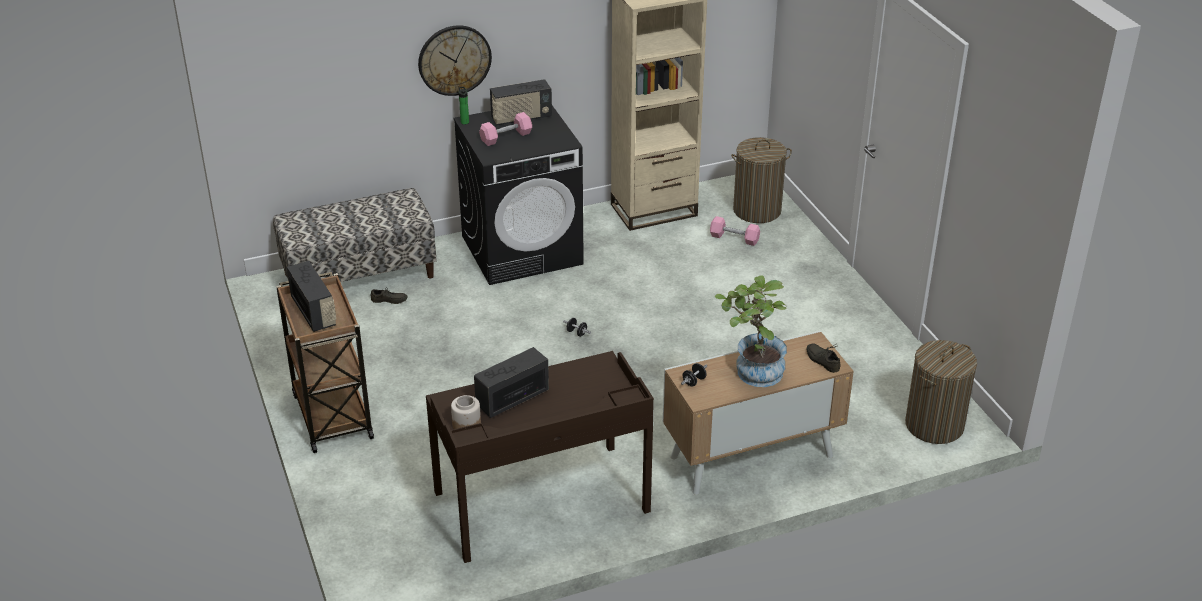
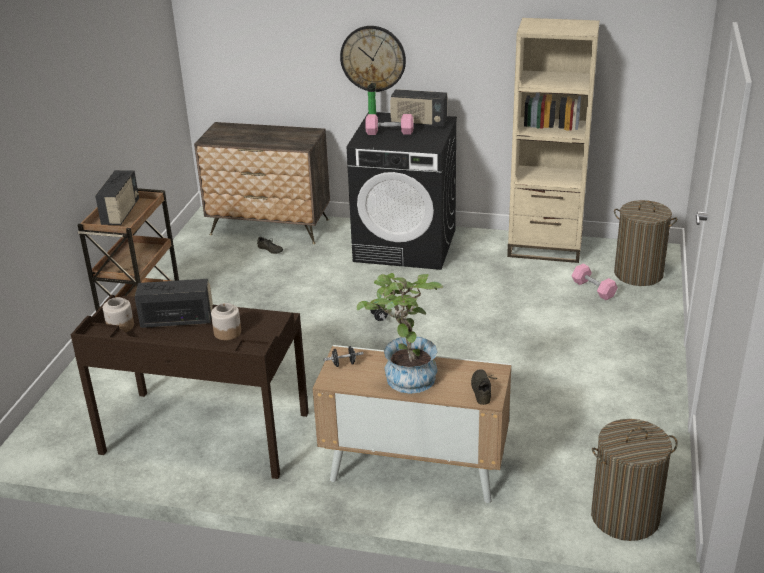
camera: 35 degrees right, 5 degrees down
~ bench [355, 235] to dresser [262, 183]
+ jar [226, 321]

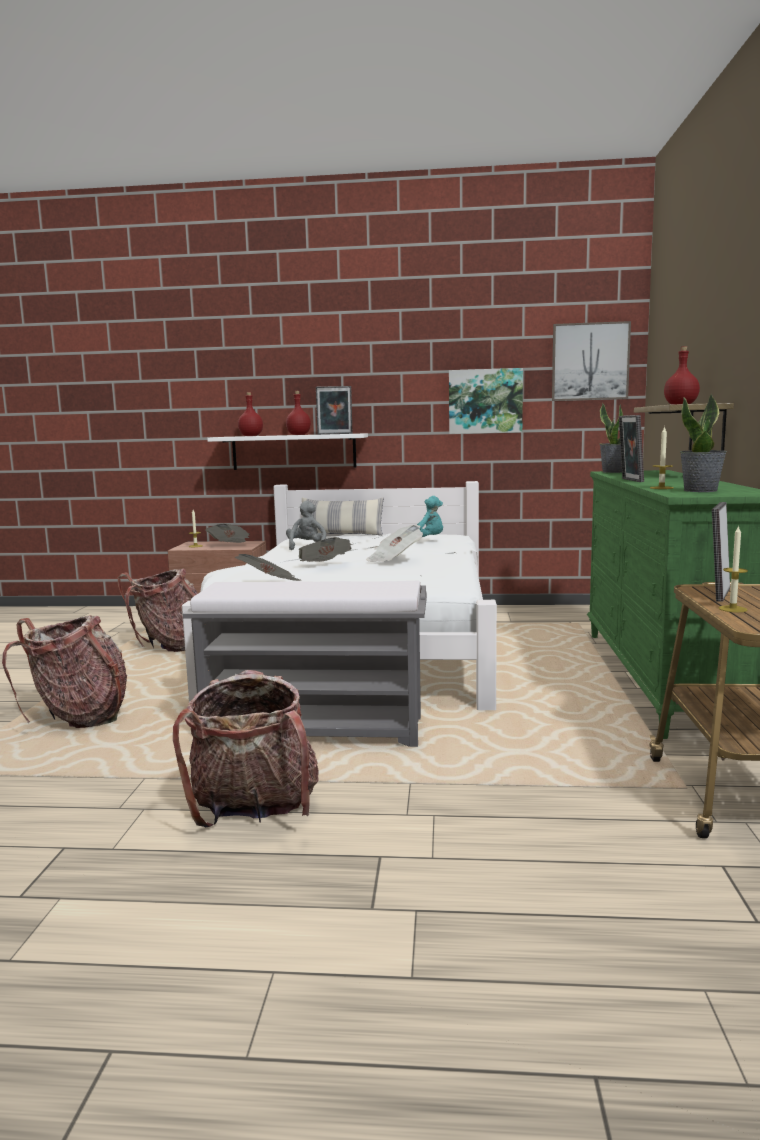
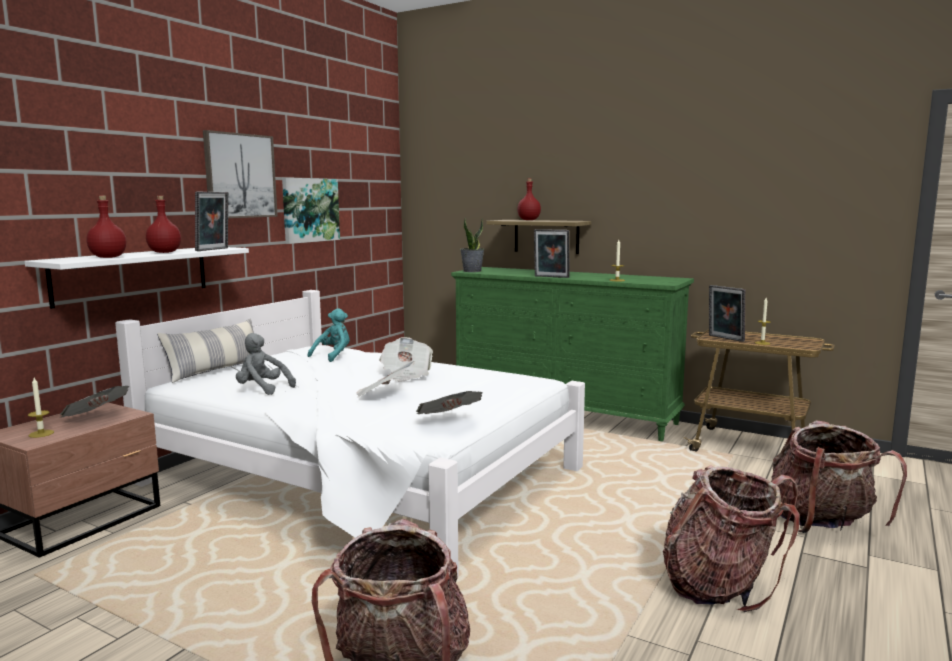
camera: 65 degrees left, 0 degrees up
~ backpack [158, 610] to [839, 477]
- grey bench [305, 664]
~ picture [591, 361] to [240, 174]
- potted plant [703, 442]

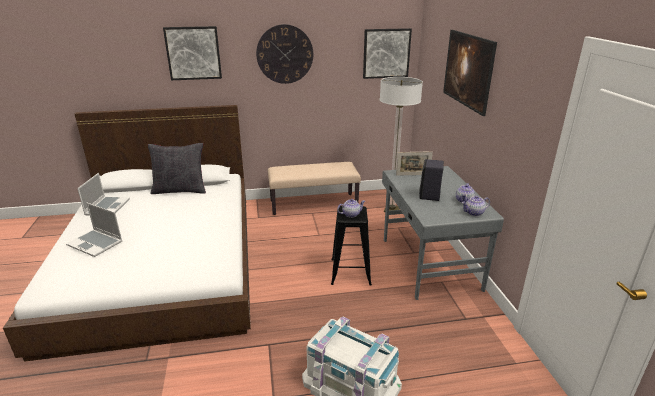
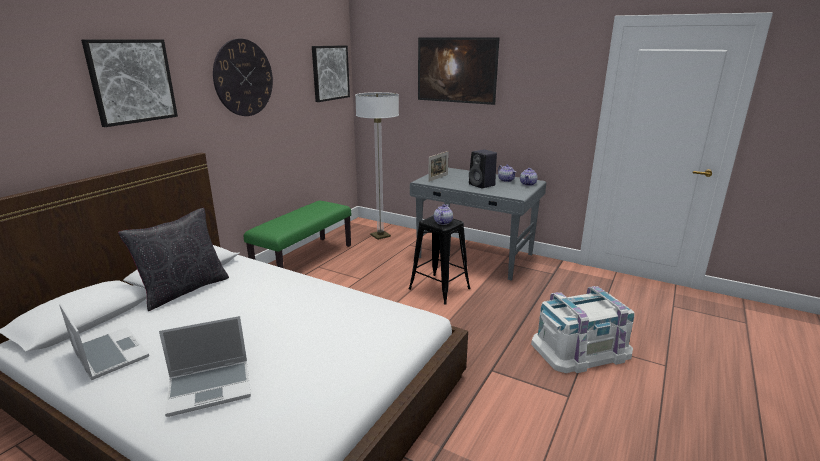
camera: 50 degrees left, 5 degrees down
~ beige bench [314, 188] to green bench [297, 234]

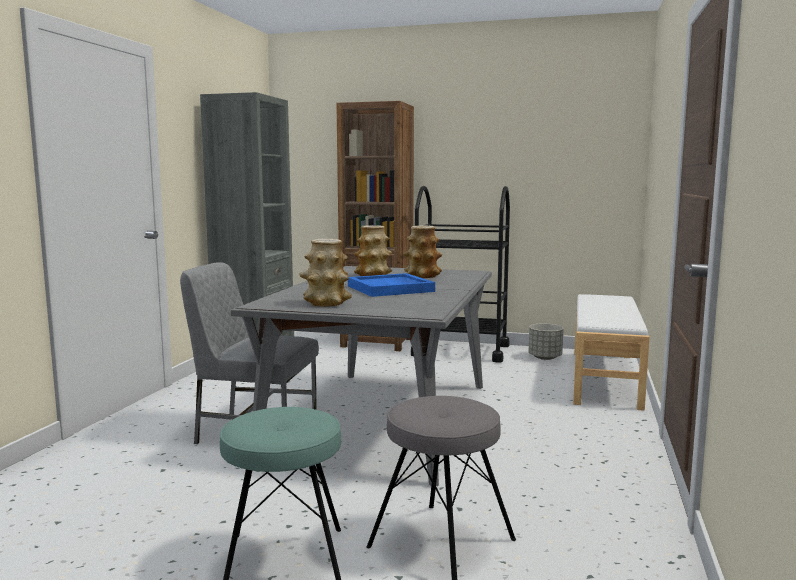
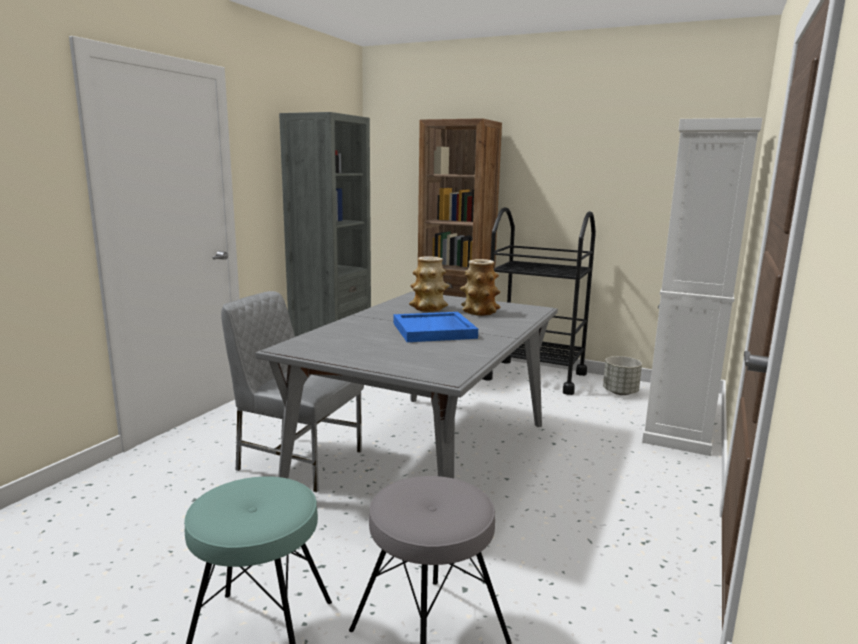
camera: 10 degrees right, 5 degrees up
- vase [325, 273]
~ white bench [611, 352] to white cabinet [702, 287]

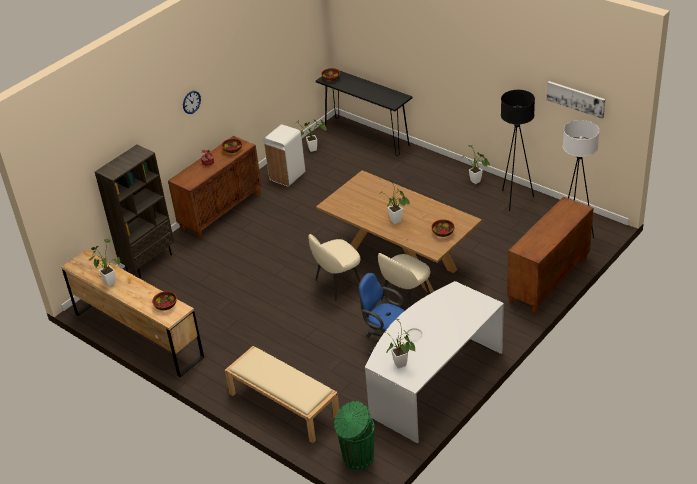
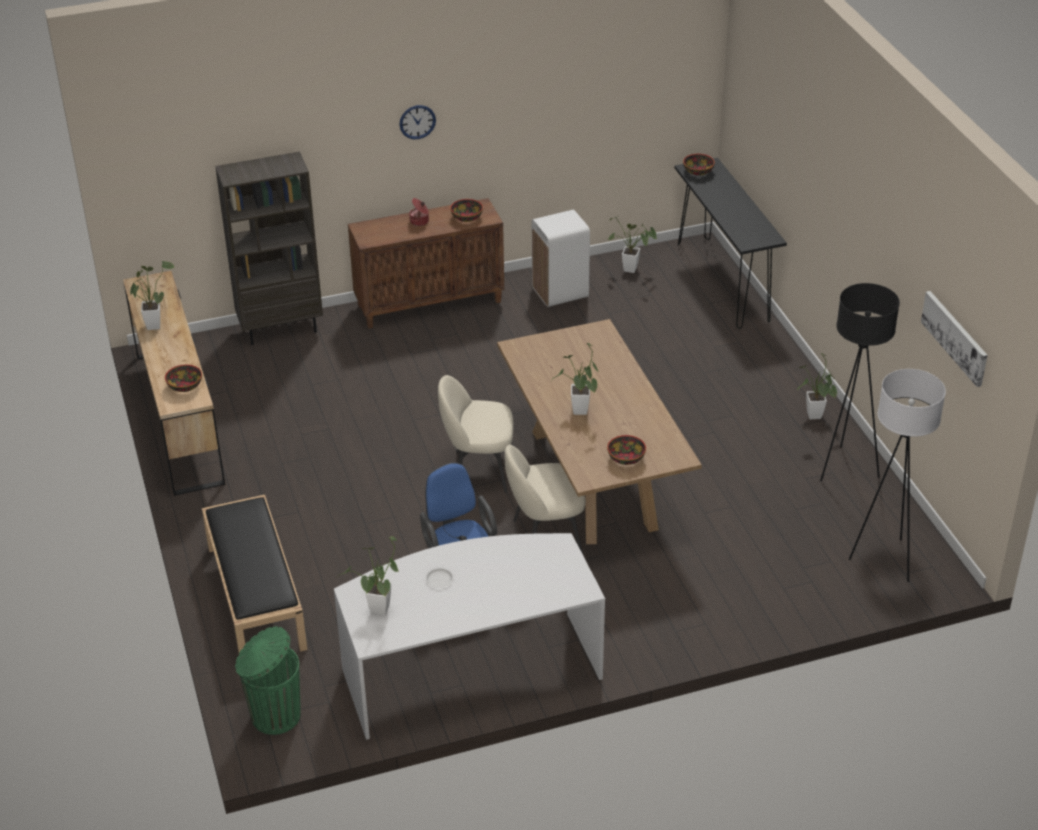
camera: 30 degrees right, 0 degrees up
~ beige bench [282, 394] to black bench [254, 574]
- brown cabinet [550, 256]

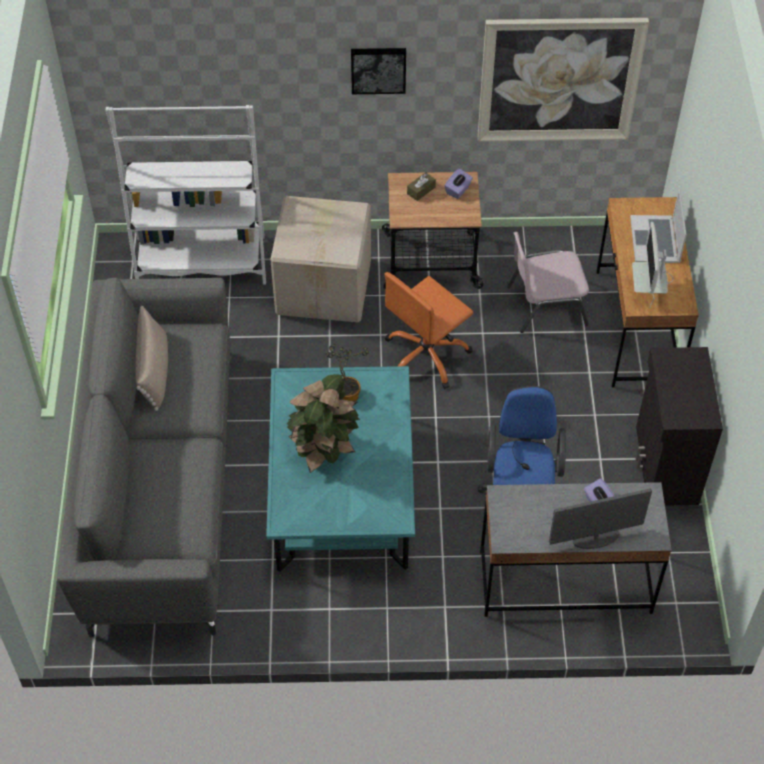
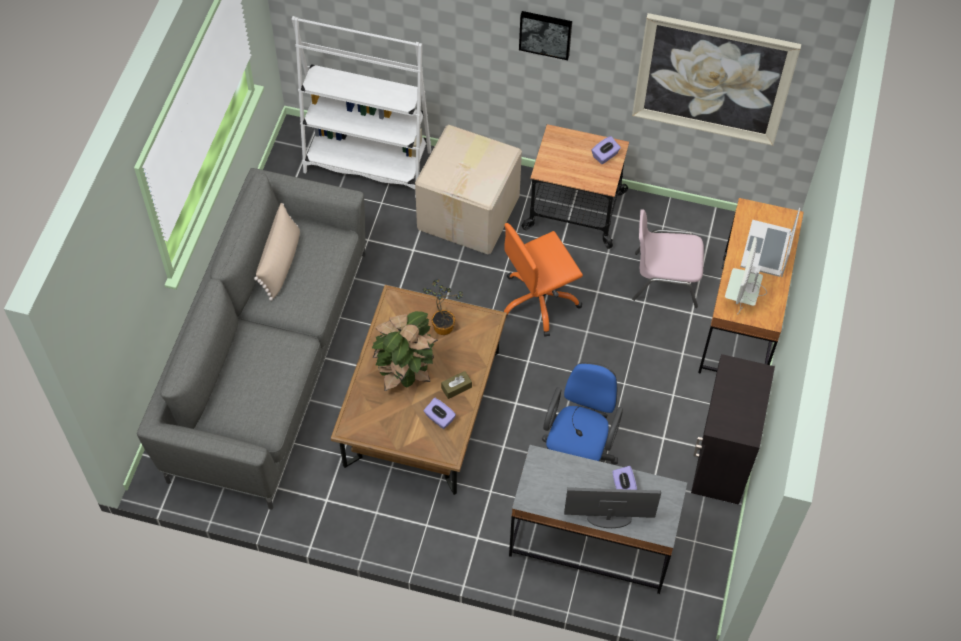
camera: 15 degrees right, 5 degrees up
~ turquoise coffee table [340, 469] to brown coffee table [419, 390]
~ brown tissue box [421, 186] to [456, 385]
+ purple tissue box [440, 413]

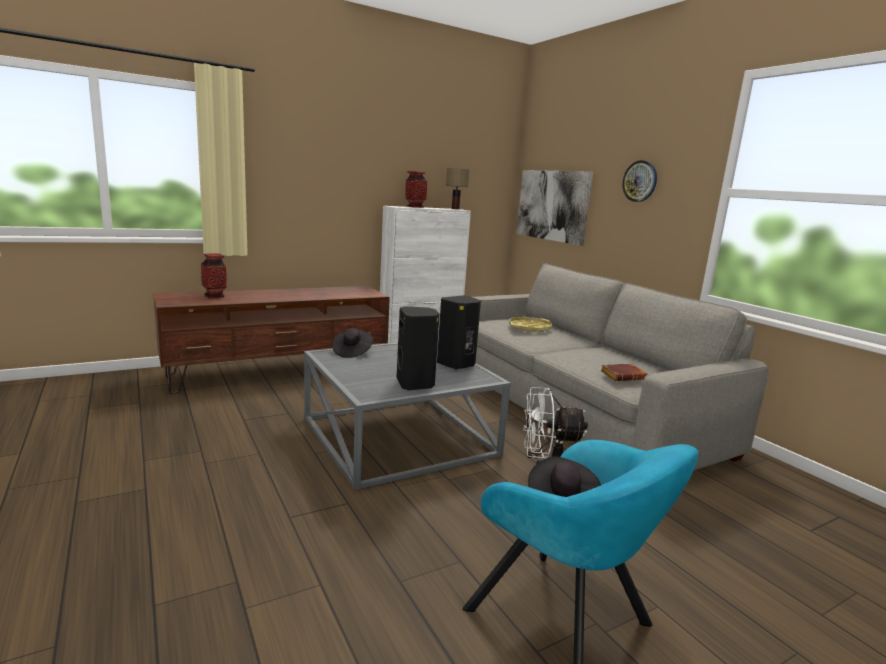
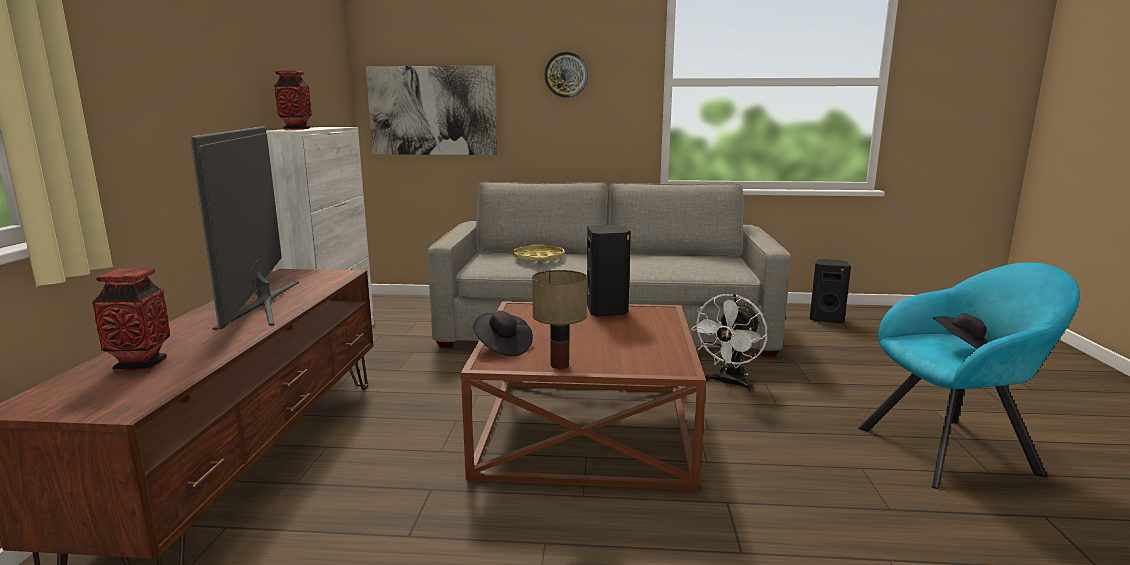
camera: 55 degrees left, 0 degrees up
~ grey coffee table [407, 416] to brown coffee table [583, 395]
~ black speaker [418, 348] to [830, 291]
~ table lamp [458, 188] to [559, 319]
- brown book [624, 372]
+ television [244, 228]

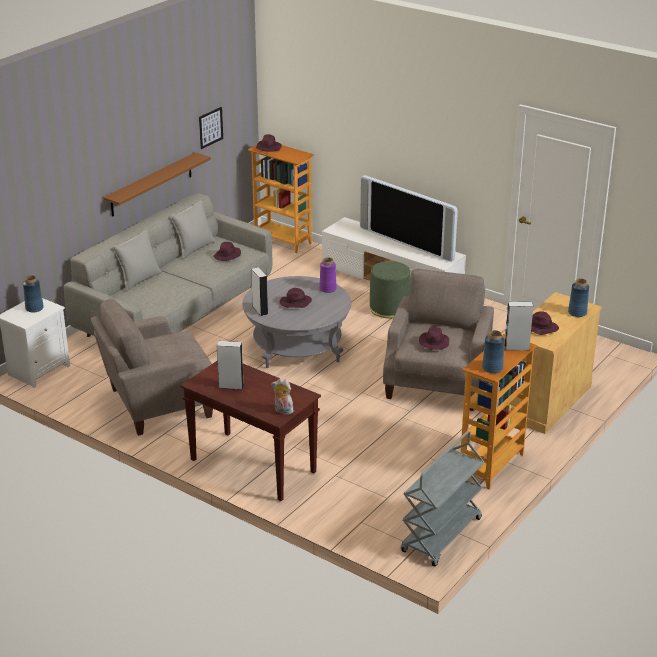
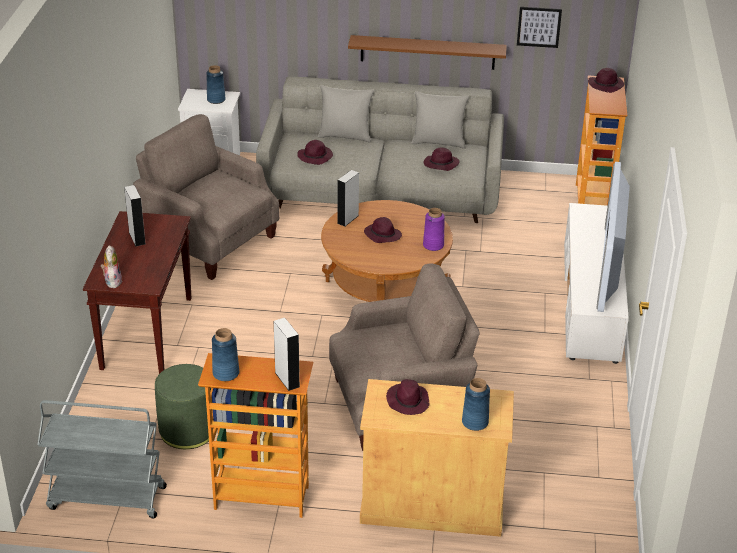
camera: 60 degrees right, 5 degrees up
~ grey coffee table [296, 322] to brown coffee table [387, 251]
~ green ottoman [390, 289] to [183, 406]
~ purple hat [434, 338] to [315, 152]

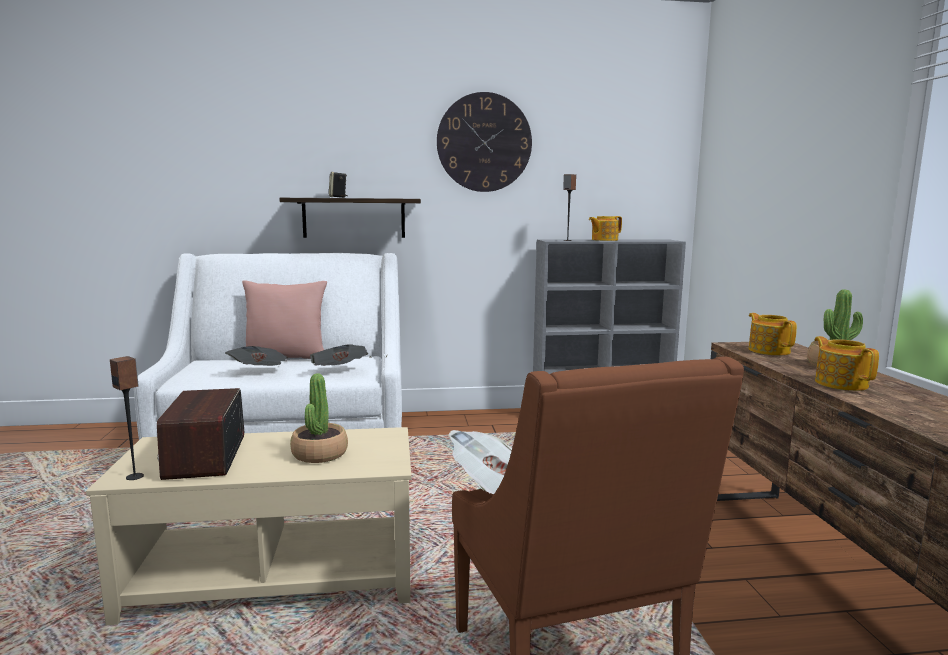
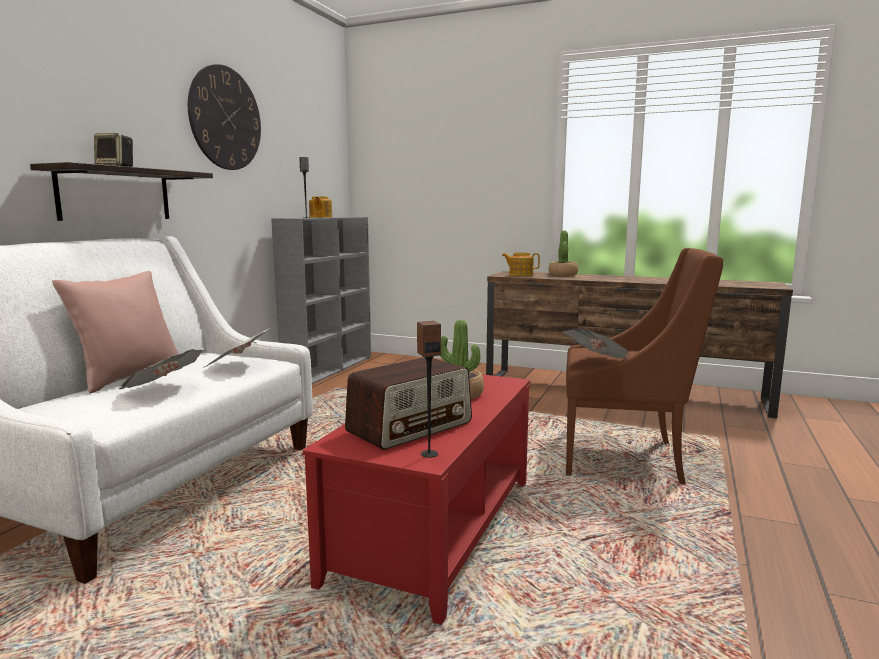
camera: 60 degrees left, 0 degrees up
~ beige coffee table [248, 526] to red coffee table [416, 499]
~ radio [200, 434] = [408, 403] 60 degrees counterclockwise
- teapot [846, 363]

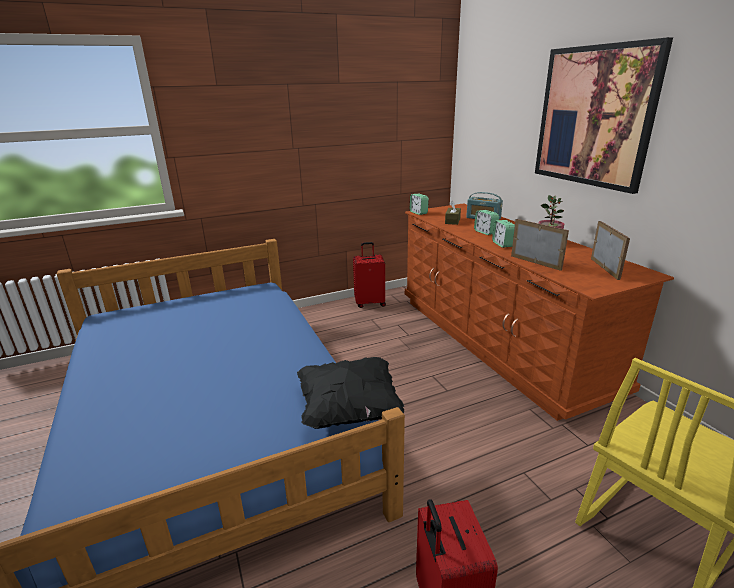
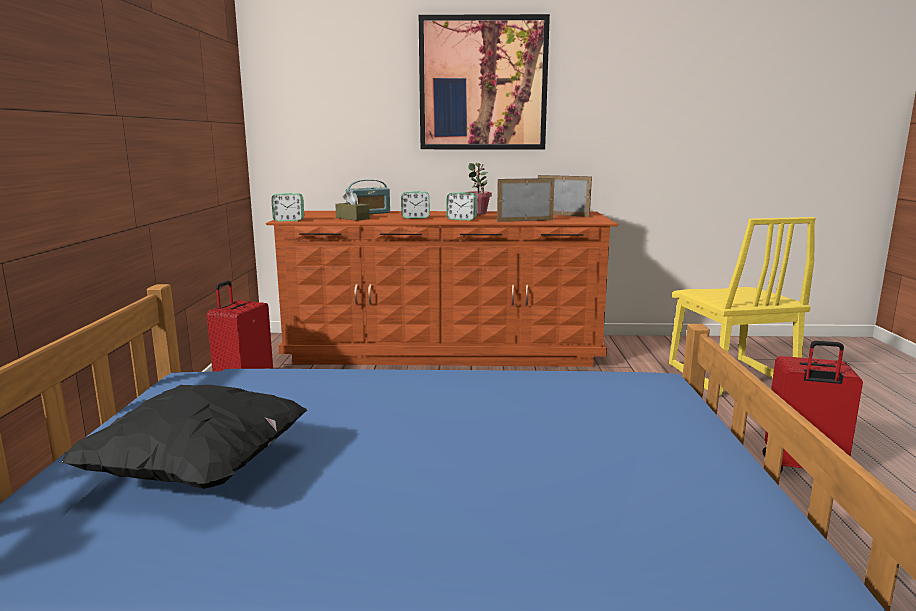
camera: 65 degrees left, 10 degrees down
~ black pillow [350, 393] to [184, 437]

